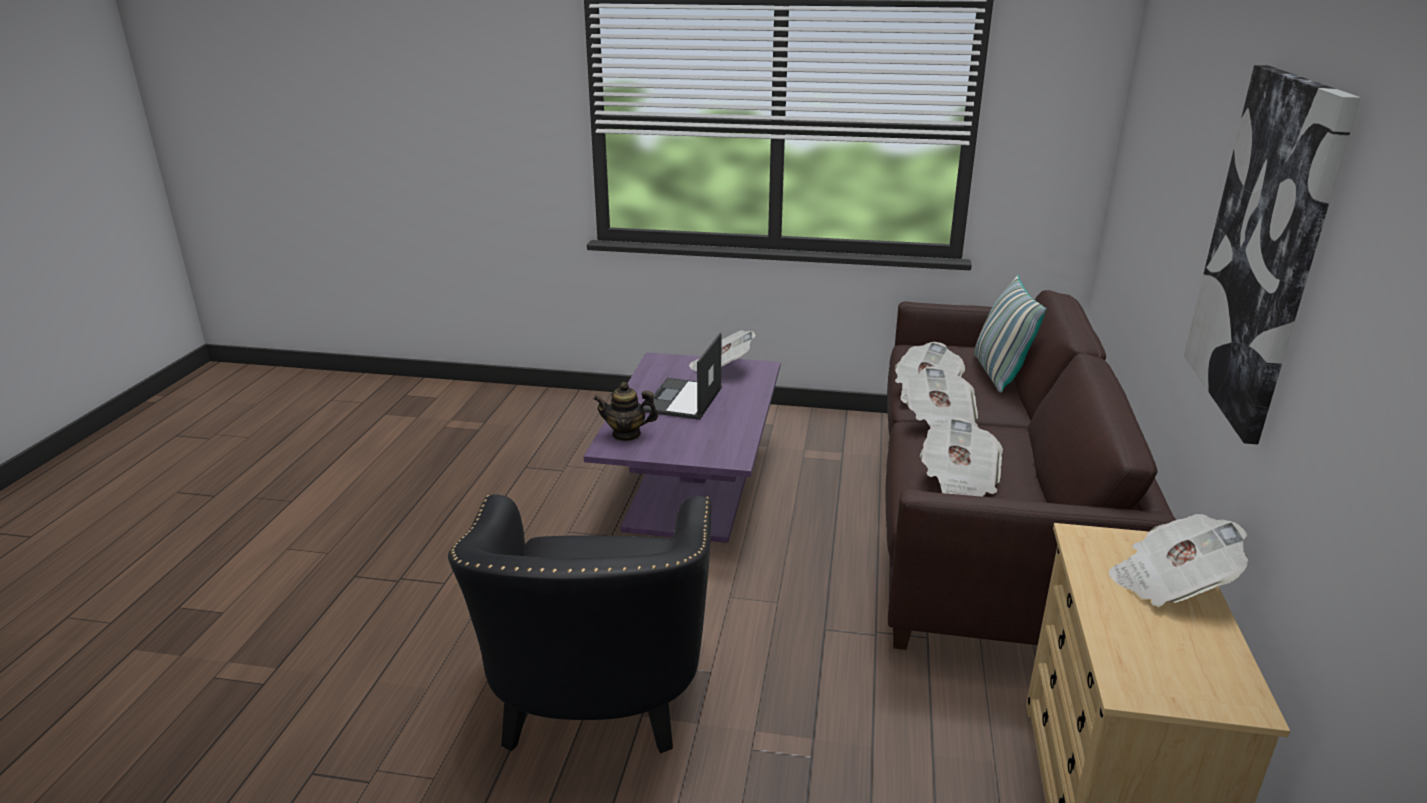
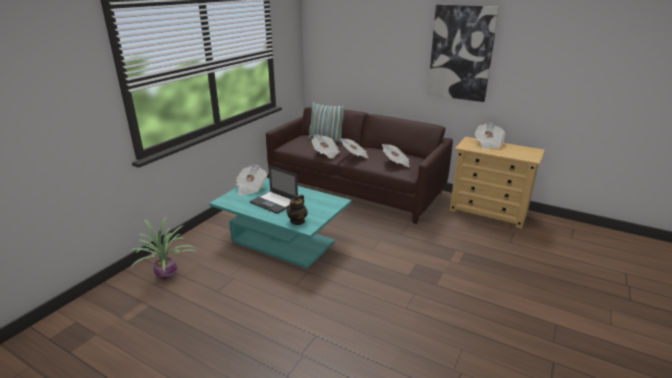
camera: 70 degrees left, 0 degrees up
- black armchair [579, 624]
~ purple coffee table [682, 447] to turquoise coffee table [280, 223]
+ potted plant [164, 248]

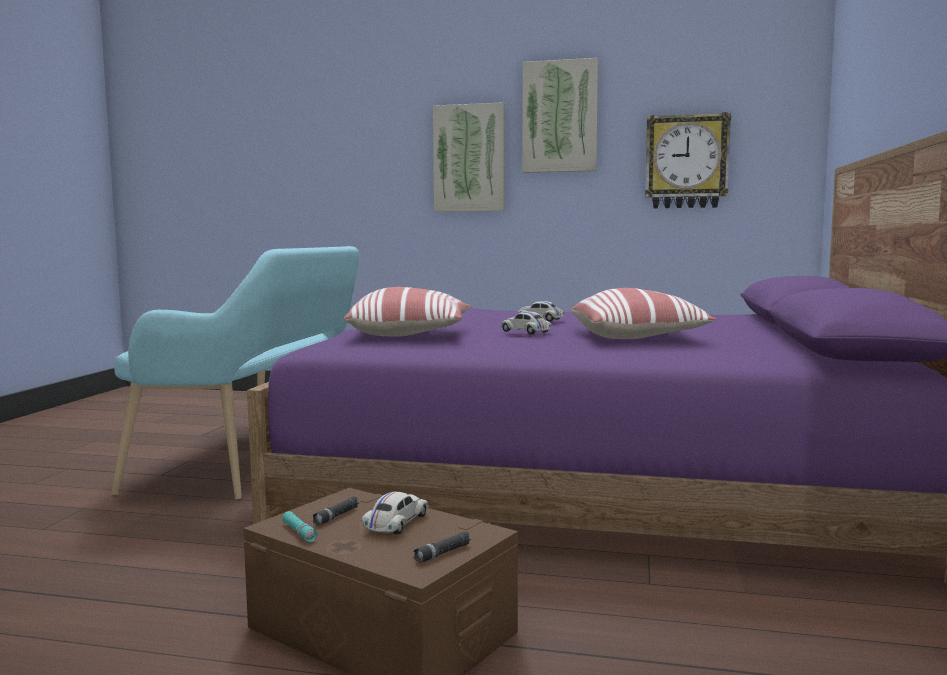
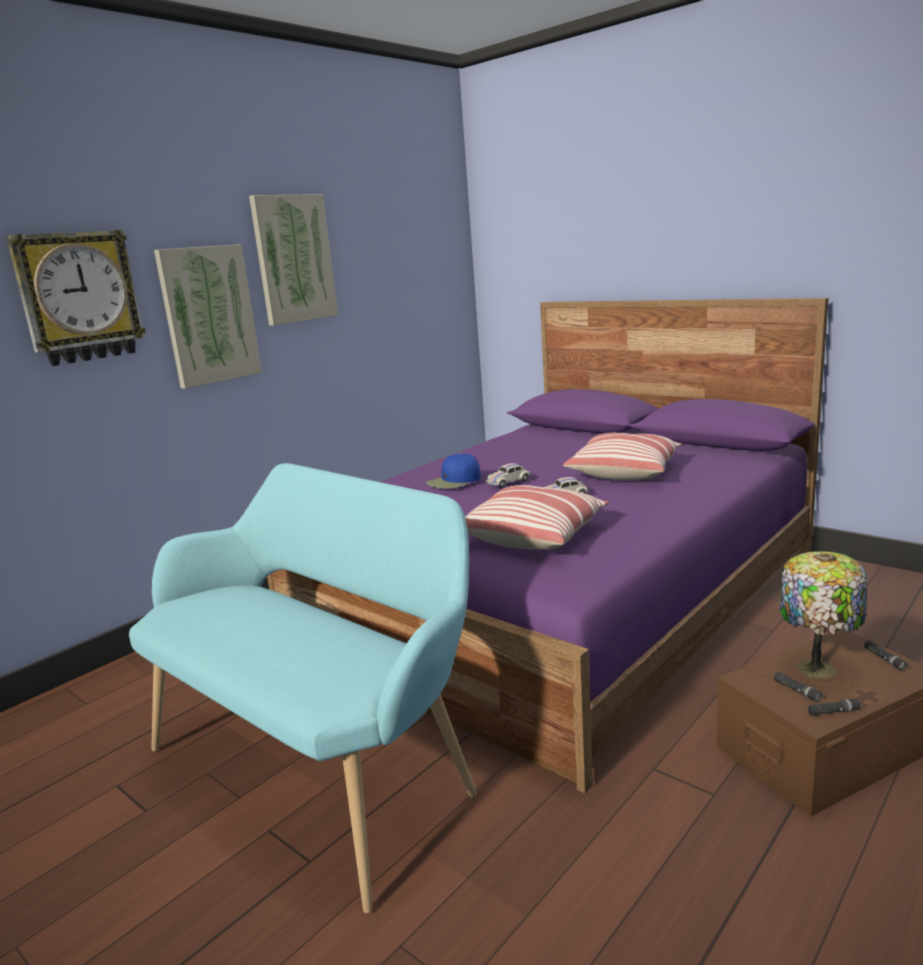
camera: 60 degrees left, 10 degrees up
~ turquoise flashlight [300, 526] to black flashlight [834, 707]
~ white toy car [395, 513] to table lamp [823, 615]
~ wall clock [688, 160] to [76, 298]
+ blue cap [453, 471]

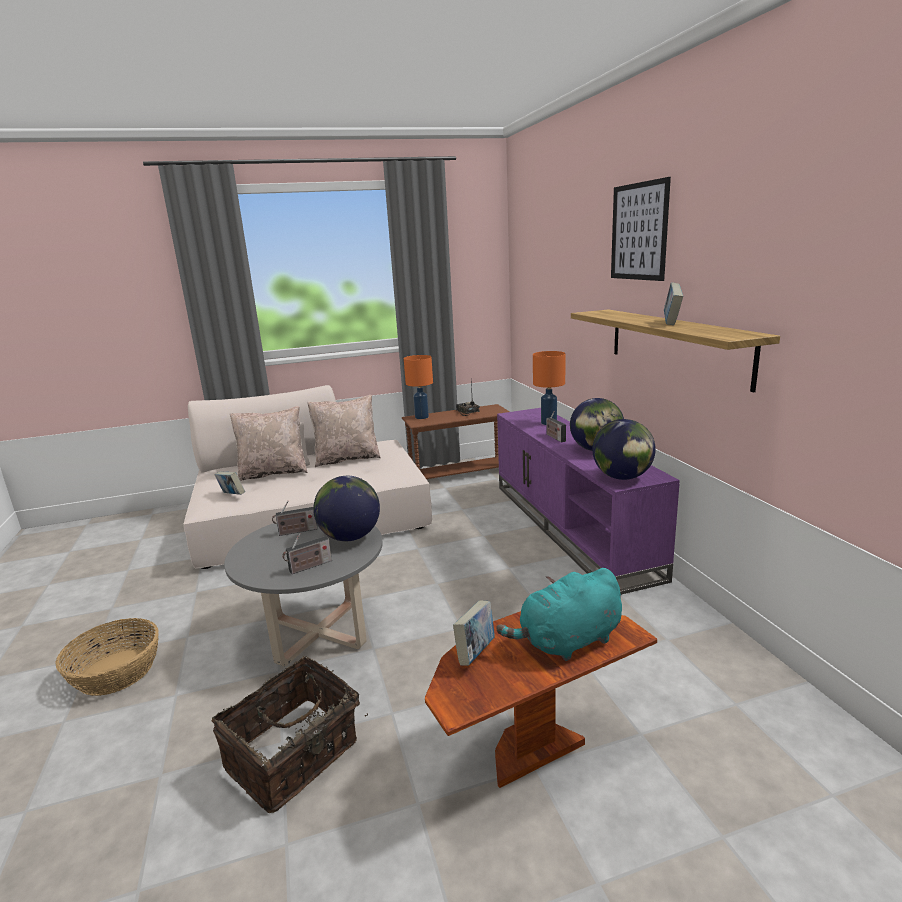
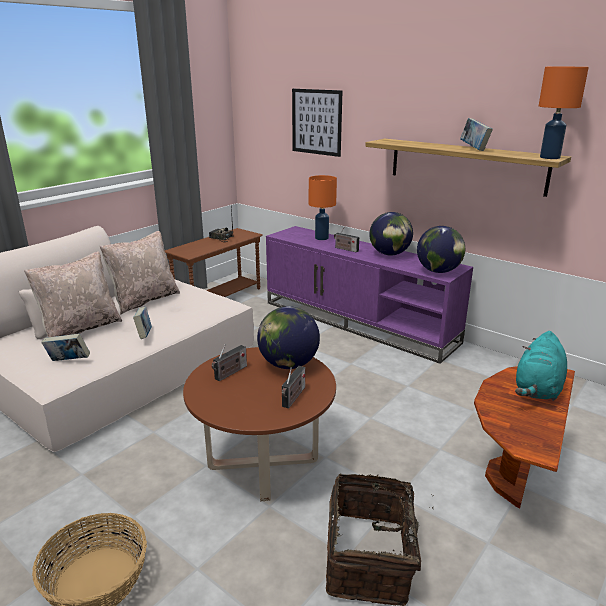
camera: 35 degrees left, 5 degrees up
~ grey coffee table [303, 594] to brown coffee table [259, 424]
~ orange table lamp [418, 387] to [564, 113]
~ book [474, 633] to [142, 323]
~ picture [641, 229] to [317, 123]

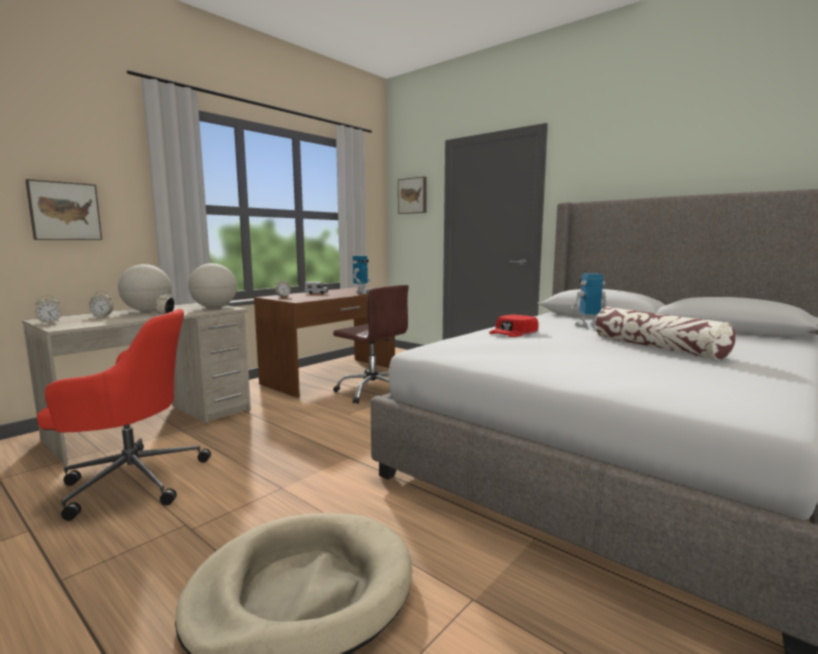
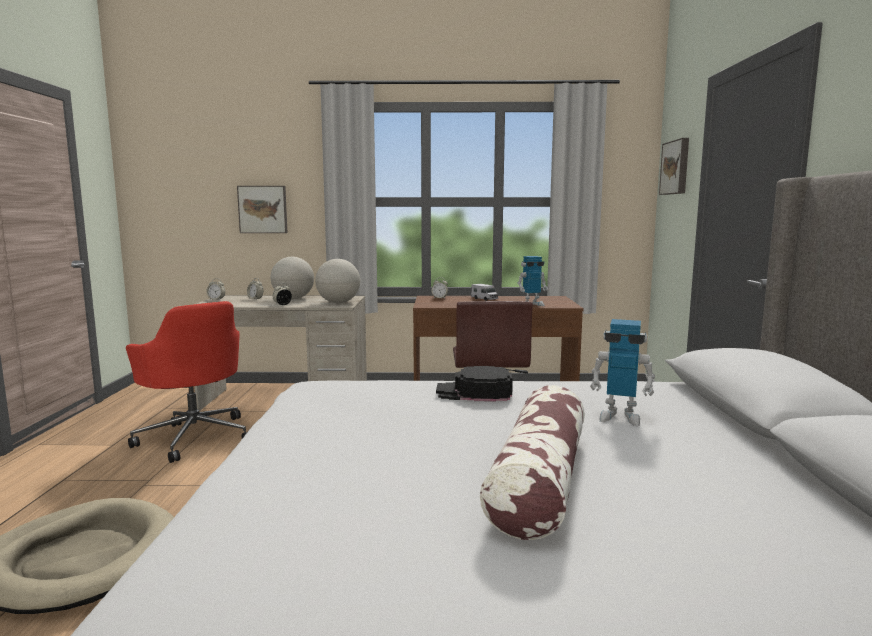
camera: 50 degrees right, 0 degrees up
~ red cap [514, 325] to black cap [474, 384]
~ toy robot [589, 301] = [622, 372] 150 degrees clockwise

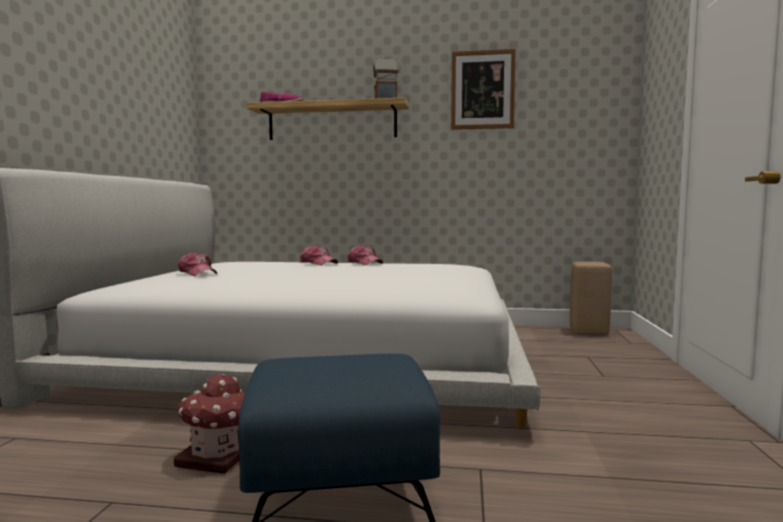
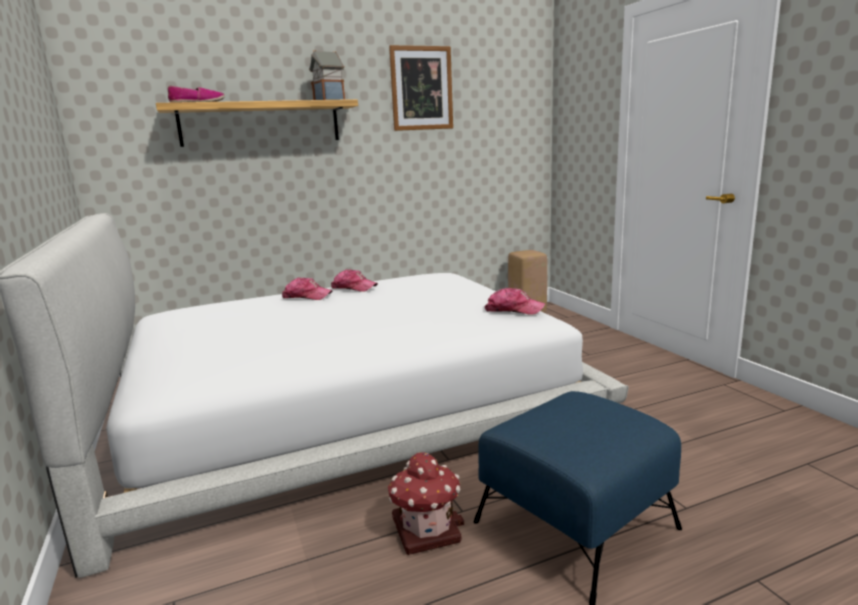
camera: 30 degrees left, 10 degrees up
~ cap [197, 264] to [515, 301]

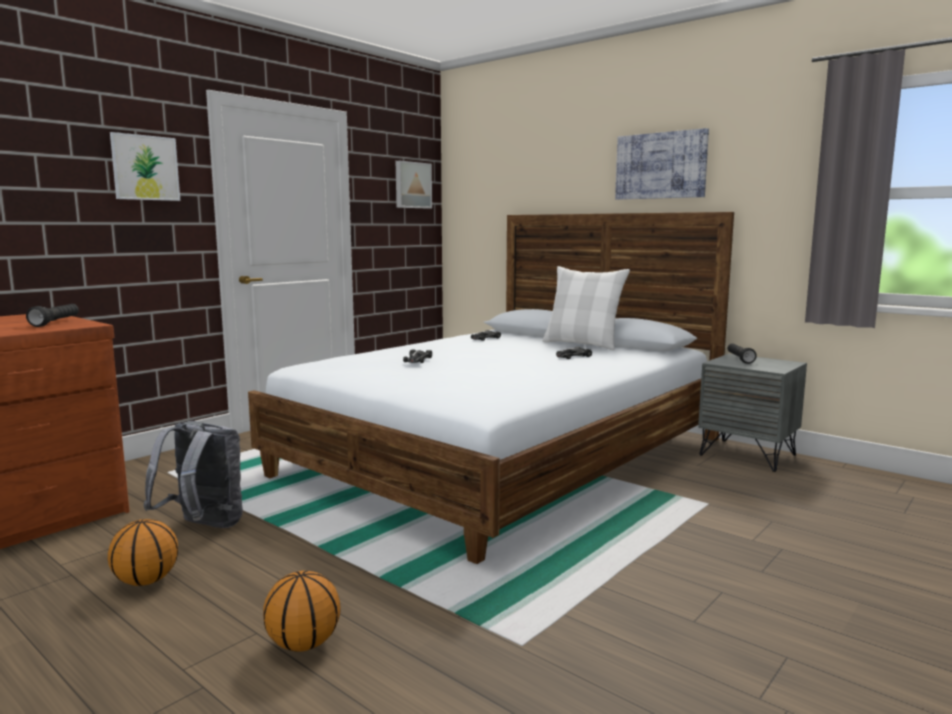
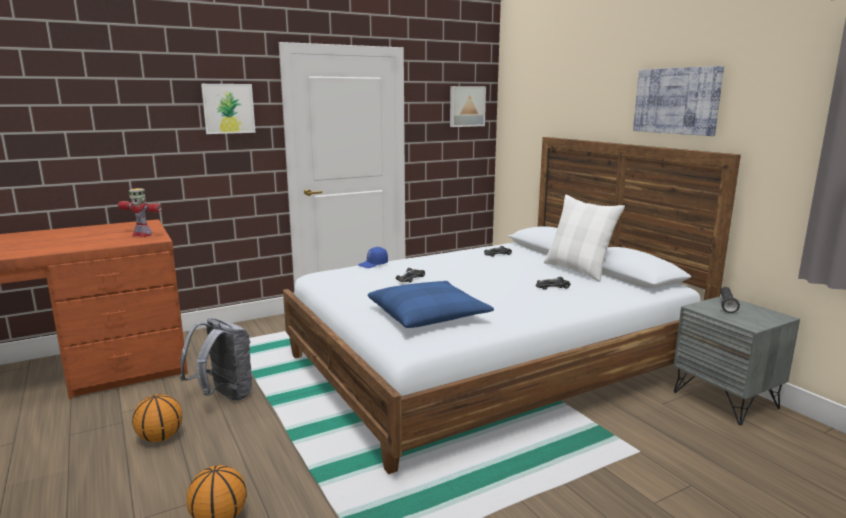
camera: 20 degrees right, 5 degrees up
~ black flashlight [52, 315] to toy robot [140, 212]
+ blue cap [373, 257]
+ blue pillow [431, 304]

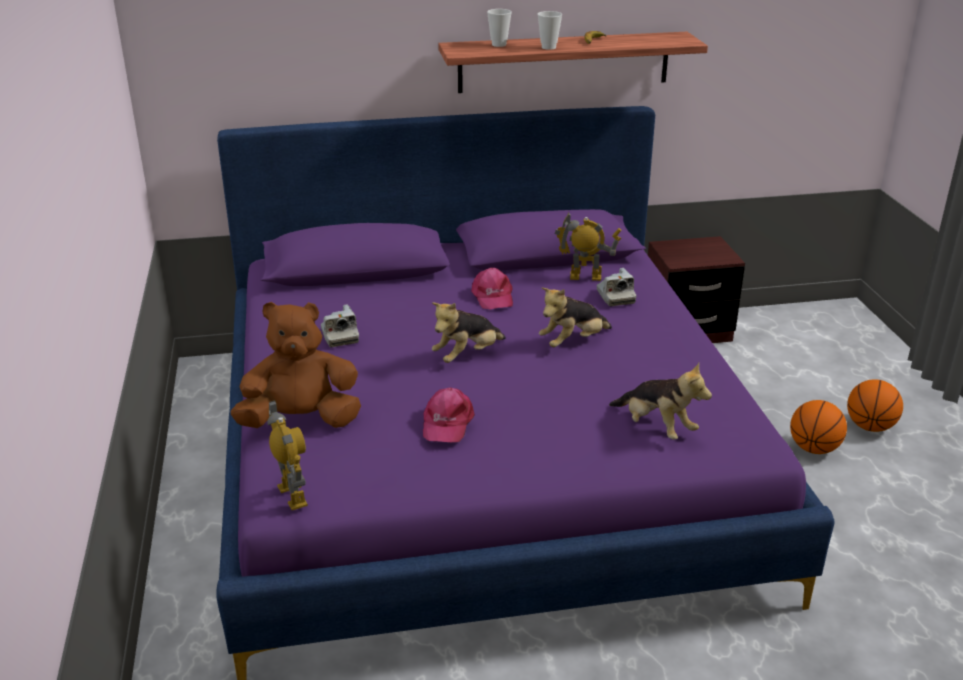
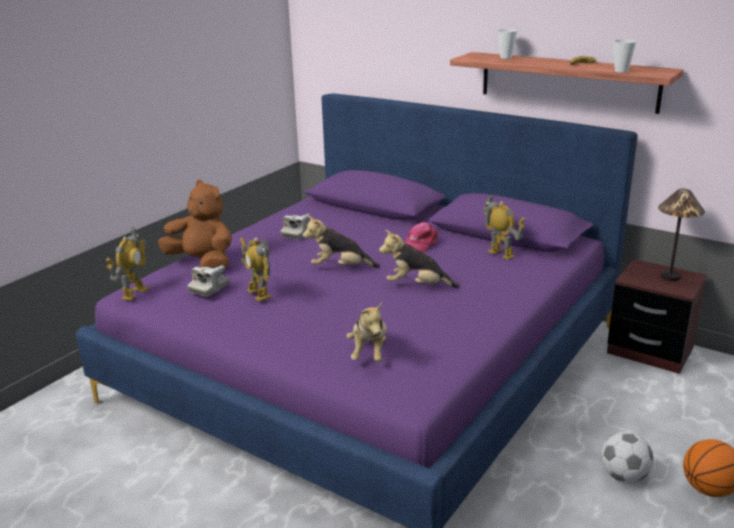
camera: 45 degrees right, 5 degrees down
~ pink cap [449, 415] to toy robot [255, 269]
~ cup [550, 30] to [625, 56]
~ photo camera [616, 287] to [208, 281]
~ basketball [818, 427] to football [627, 457]
+ table lamp [681, 234]

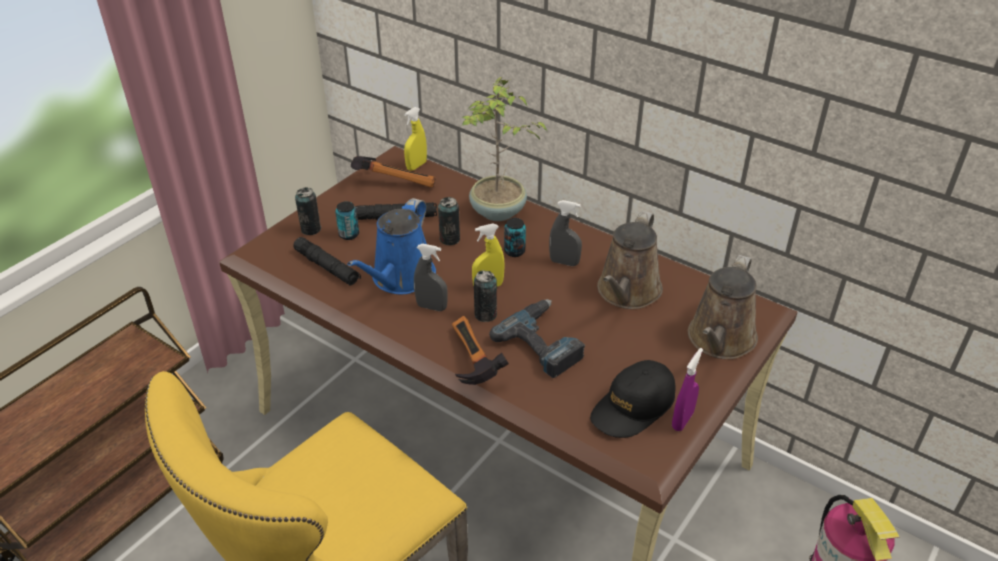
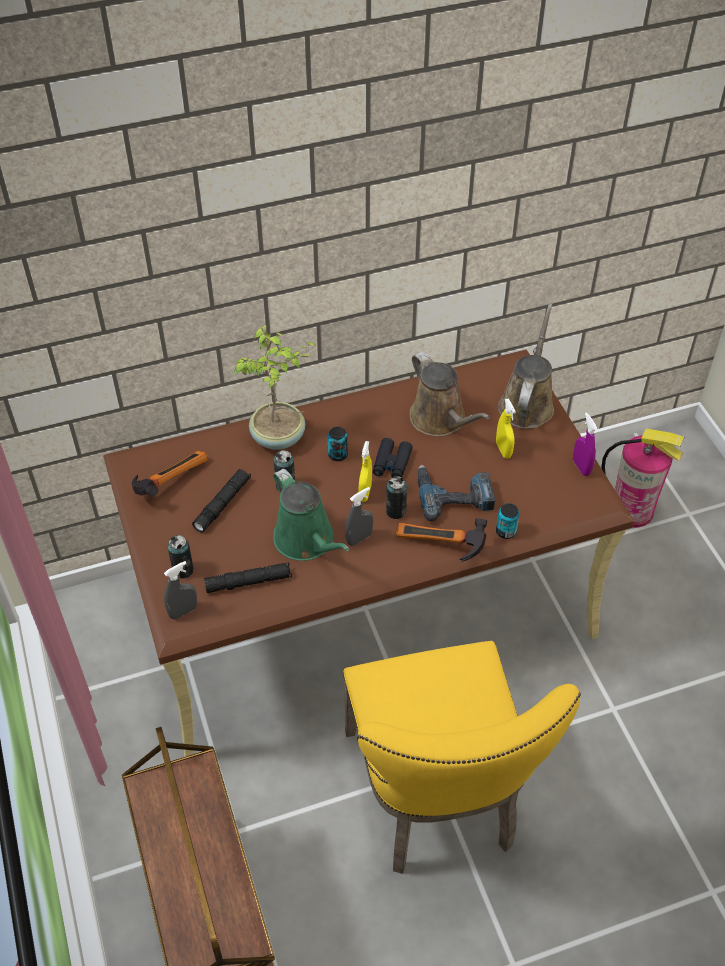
camera: 55 degrees left, 10 degrees up
~ can [347, 220] to [508, 521]
~ blue watering can [391, 246] to green watering can [311, 515]
~ yellow spray bottle [415, 139] to [506, 429]
~ grey spray bottle [565, 233] to [180, 590]
- black cap [633, 399]
~ brown watering can [723, 307] = [526, 366] 135 degrees counterclockwise
+ black binoculars [393, 458]

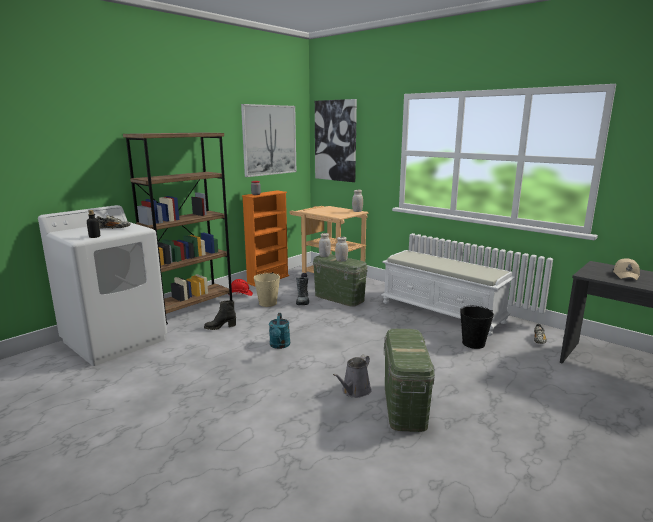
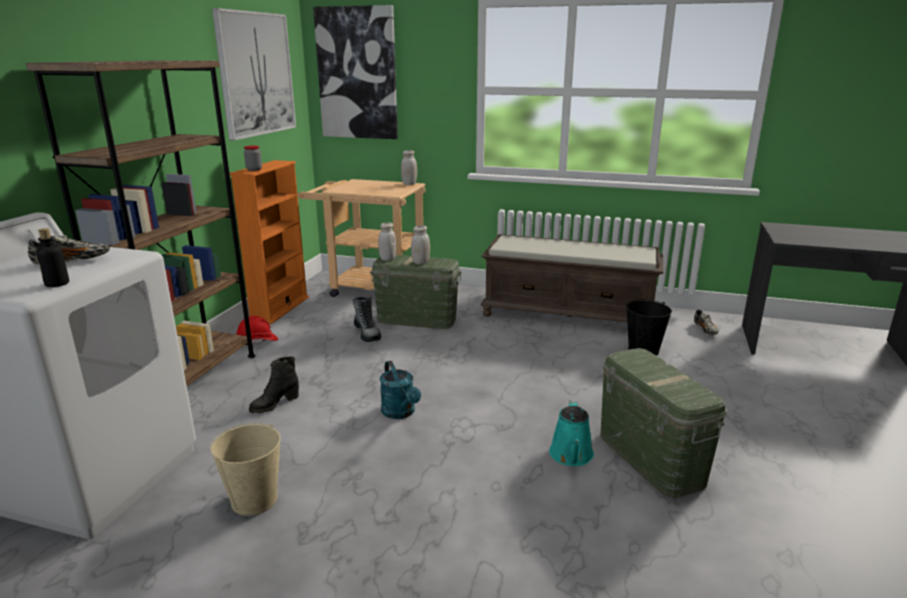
camera: 25 degrees left, 5 degrees up
~ beige bucket [267, 290] to [245, 469]
~ grey watering can [352, 376] to turquoise watering can [571, 432]
~ white bench [448, 293] to brown bench [572, 278]
- beige cap [626, 269]

